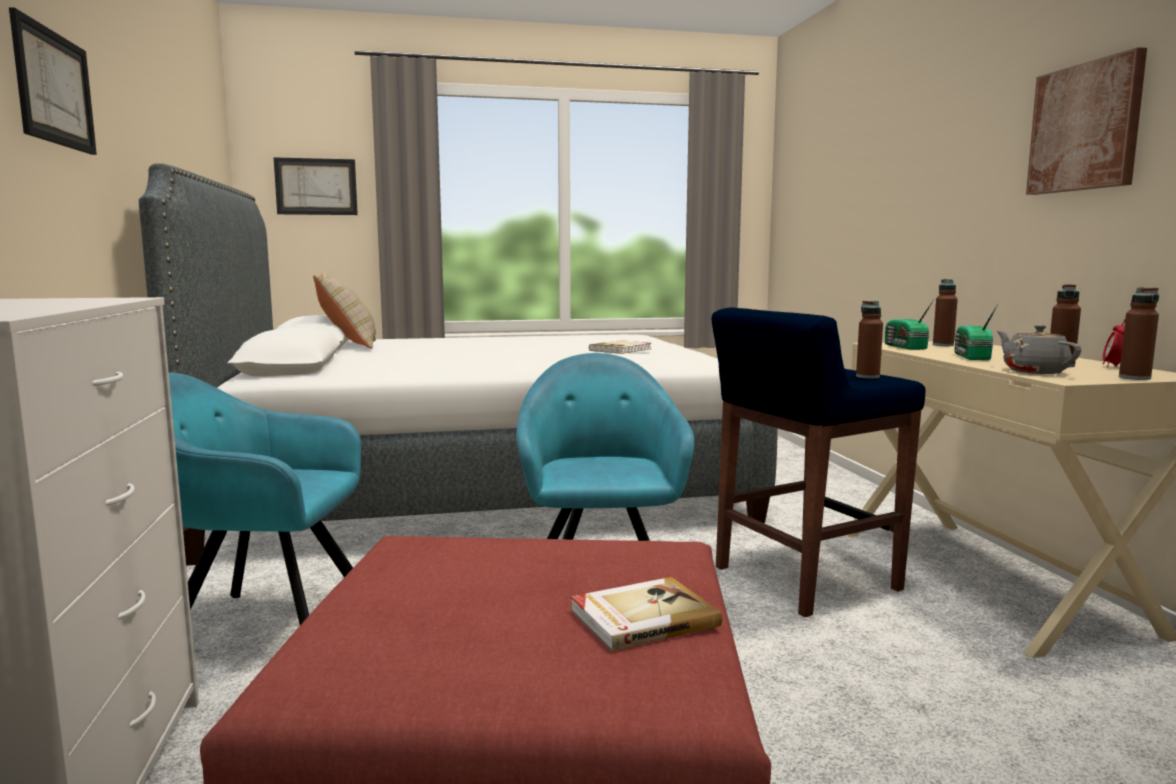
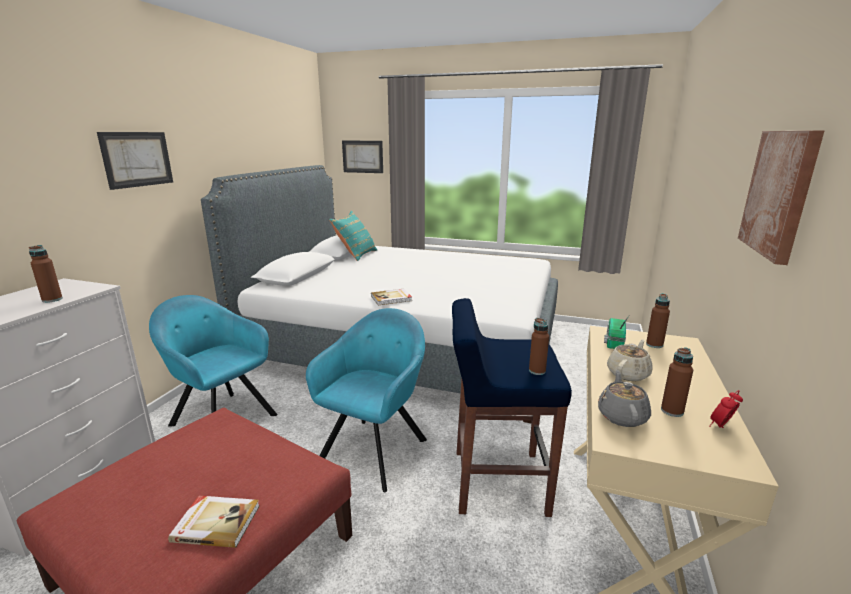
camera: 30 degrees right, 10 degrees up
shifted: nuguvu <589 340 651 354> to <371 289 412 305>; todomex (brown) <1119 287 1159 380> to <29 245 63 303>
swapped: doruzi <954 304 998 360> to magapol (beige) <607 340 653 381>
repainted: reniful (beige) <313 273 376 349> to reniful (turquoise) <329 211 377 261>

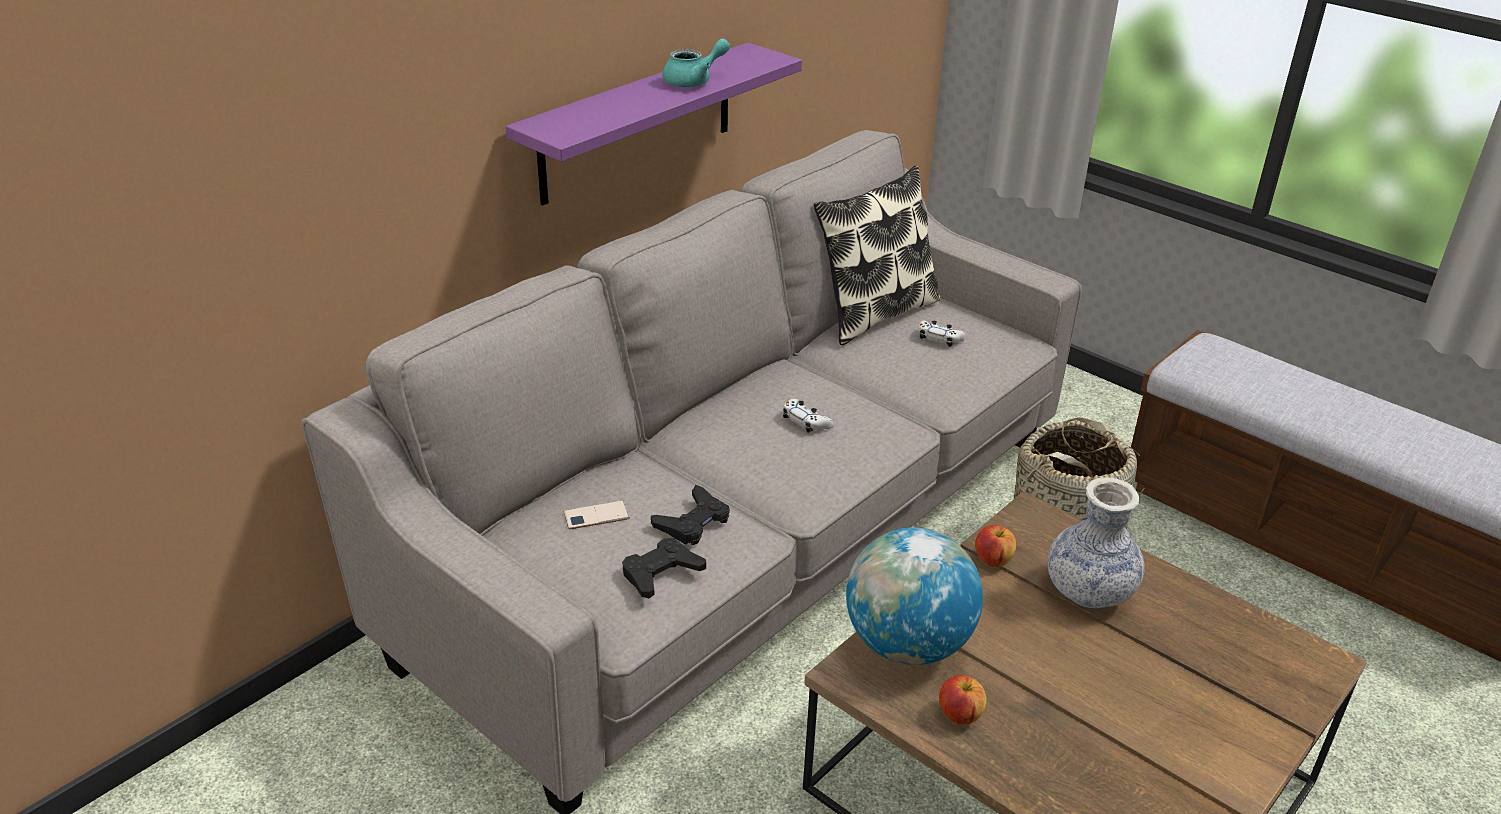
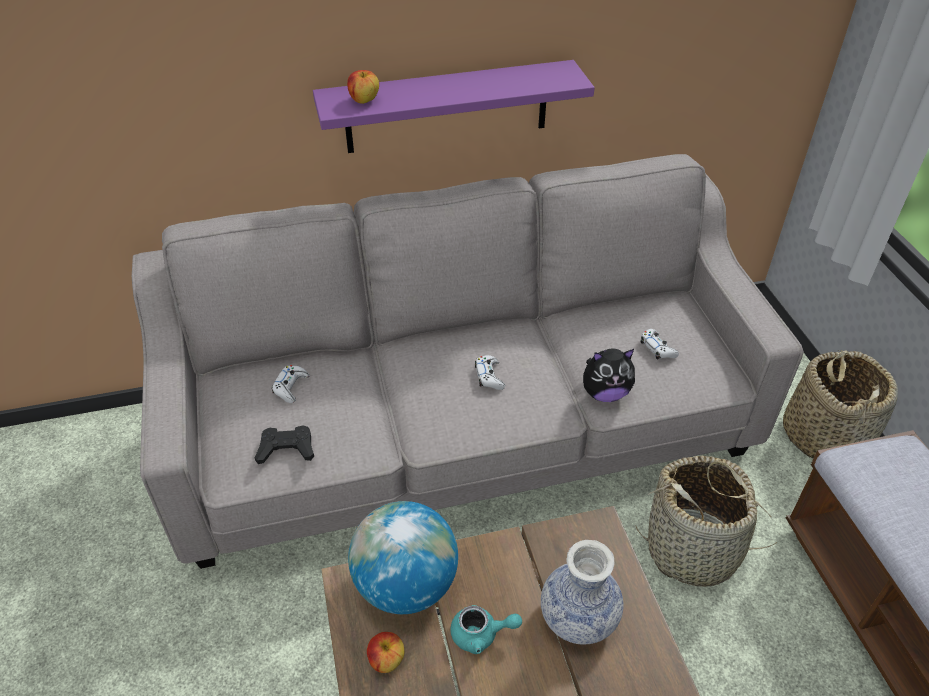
camera: 35 degrees right, 10 degrees up
gone: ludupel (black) <651 485 730 545>; reniful <813 166 941 345>
new: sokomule <583 349 635 402>; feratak <783 350 898 459>
shifted: magapol (turquoise) <662 38 730 87> to <451 605 522 654>; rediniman <975 525 1016 567> to <347 70 379 104>
swapped: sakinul <564 501 630 529> to ludupel (white) <272 365 309 403>

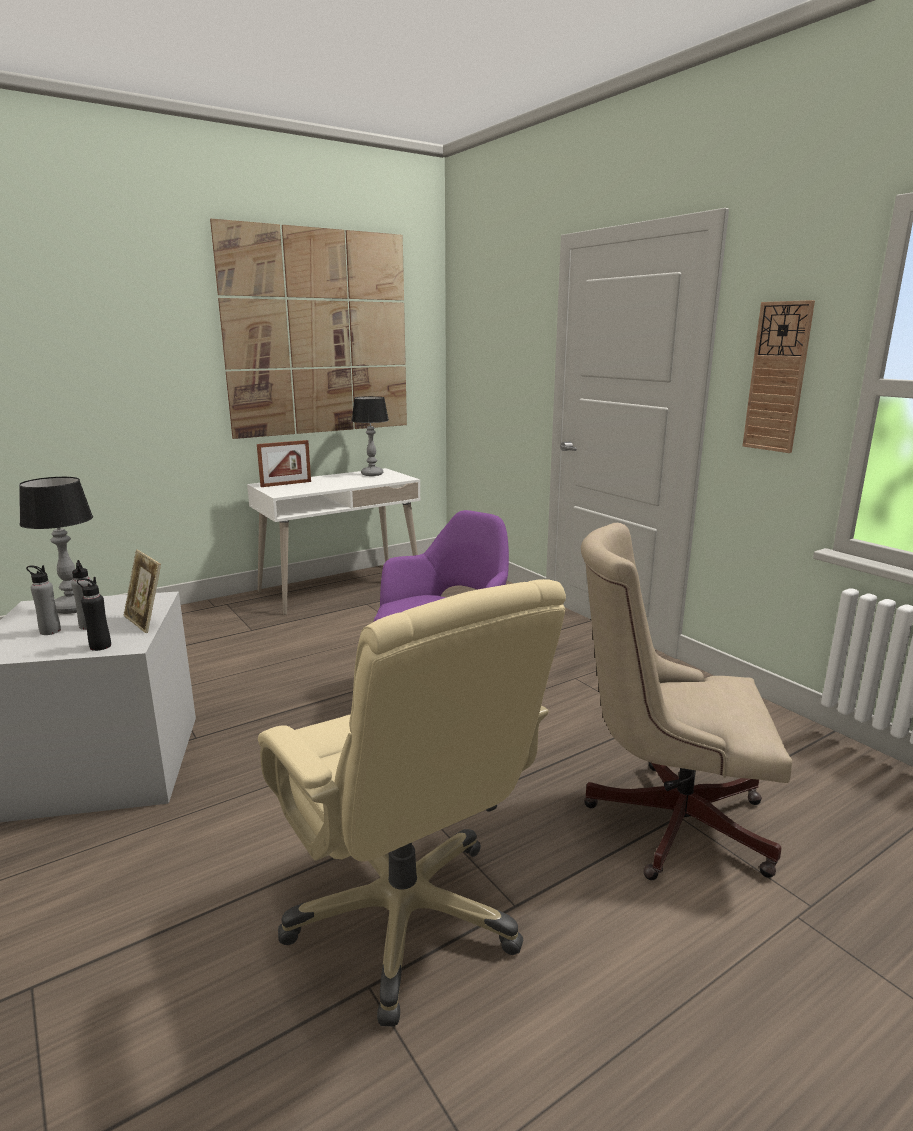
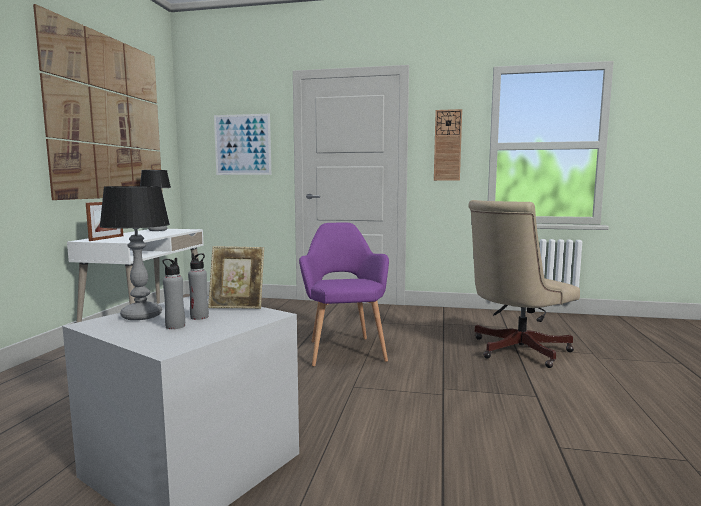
camera: 45 degrees left, 10 degrees down
gone: todomex (black) <77 577 111 651>; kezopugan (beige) <258 579 566 1027>
new: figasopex <214 114 271 175>

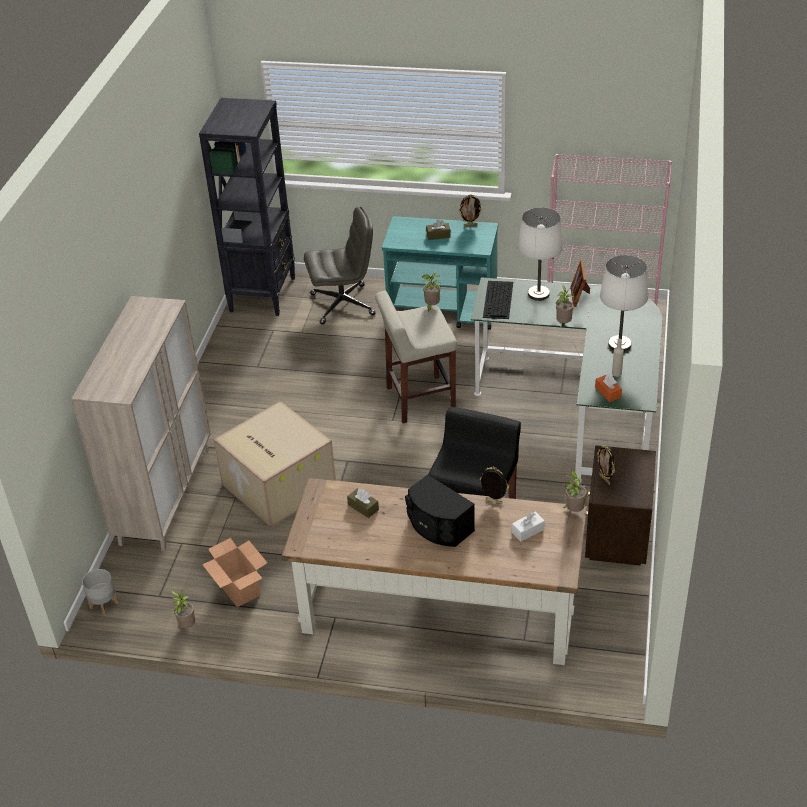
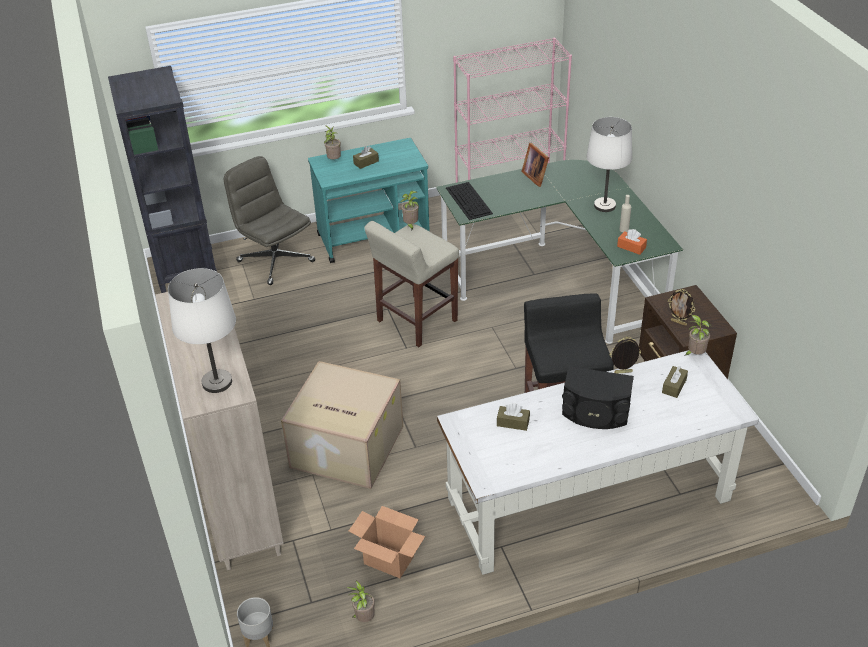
camera: 30 degrees left, 0 degrees up
gone: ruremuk <459 194 482 227>
shifted: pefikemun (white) <518 207 563 301> to <168 268 236 393>; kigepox <556 285 574 323> to <324 125 341 159>
repainted: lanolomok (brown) <282 478 587 665> to lanolomok (white) <437 350 759 575>; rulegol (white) <512 512 545 542> to rulegol (brown) <662 366 688 398>
rotated: kezopugan (grey) <304 207 375 325> = <224 156 315 285> 90 degrees counterclockwise

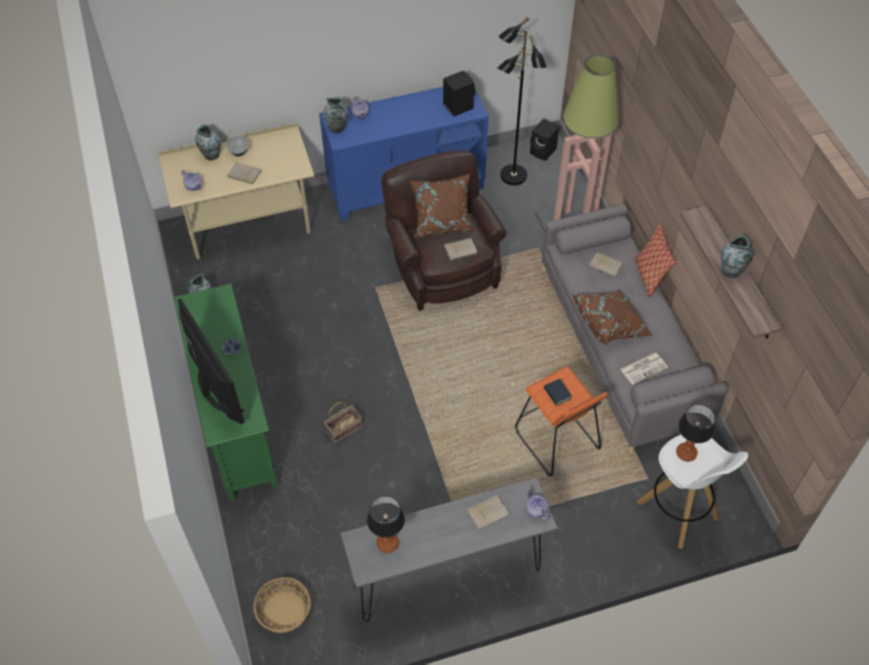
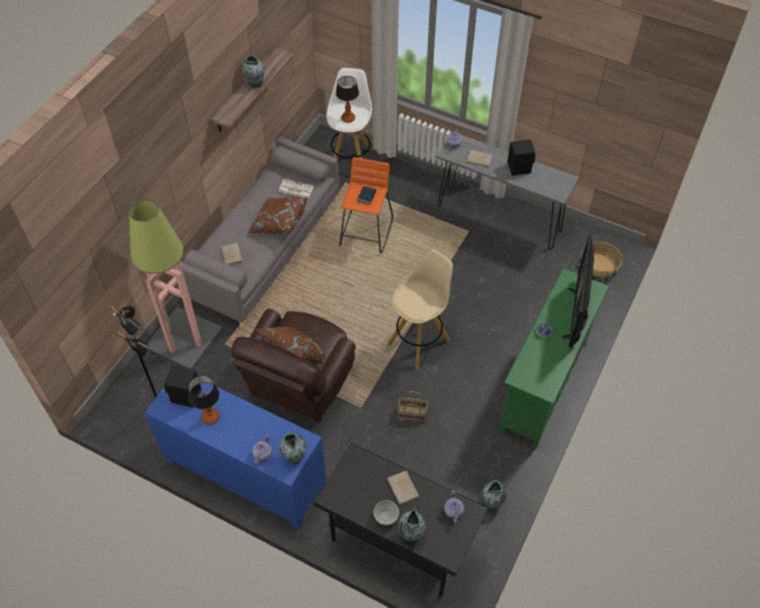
camera: 135 degrees left, 0 degrees up
gone: nuguvu (beige) <444 238 478 261>; reniful <635 224 676 297>
new: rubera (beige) <387 250 453 369>
shifted: feratak <324 402 362 443> to <397 391 428 422>; pefikemun <367 496 405 553> to <188 375 220 425>; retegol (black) <530 119 559 161> to <507 139 535 176>
repainted: lanolomok (beige) <158 123 314 261> to lanolomok (black) <313 442 488 597>

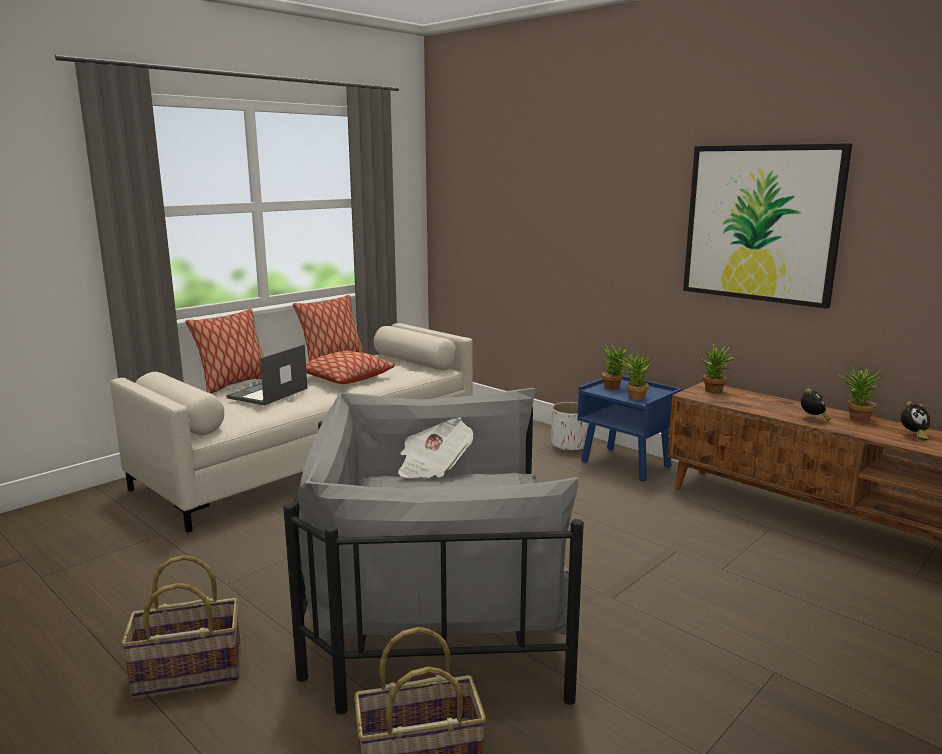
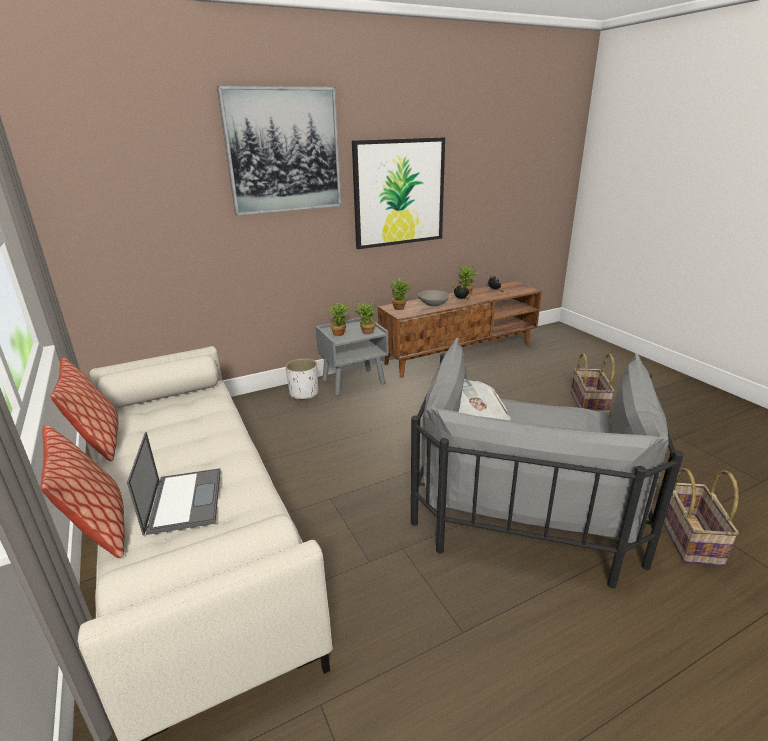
camera: 70 degrees left, 10 degrees up
gone: reniful <306 351 395 384>
new: figasopex <217 86 341 216>; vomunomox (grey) <418 290 449 306>
shifted: feratak <121 555 241 696> to <571 353 615 415>
repainted: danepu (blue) <577 376 683 481> to danepu (grey) <315 318 389 396>
rotated: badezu <226 344 308 406> = <127 432 221 535> 150 degrees counterclockwise

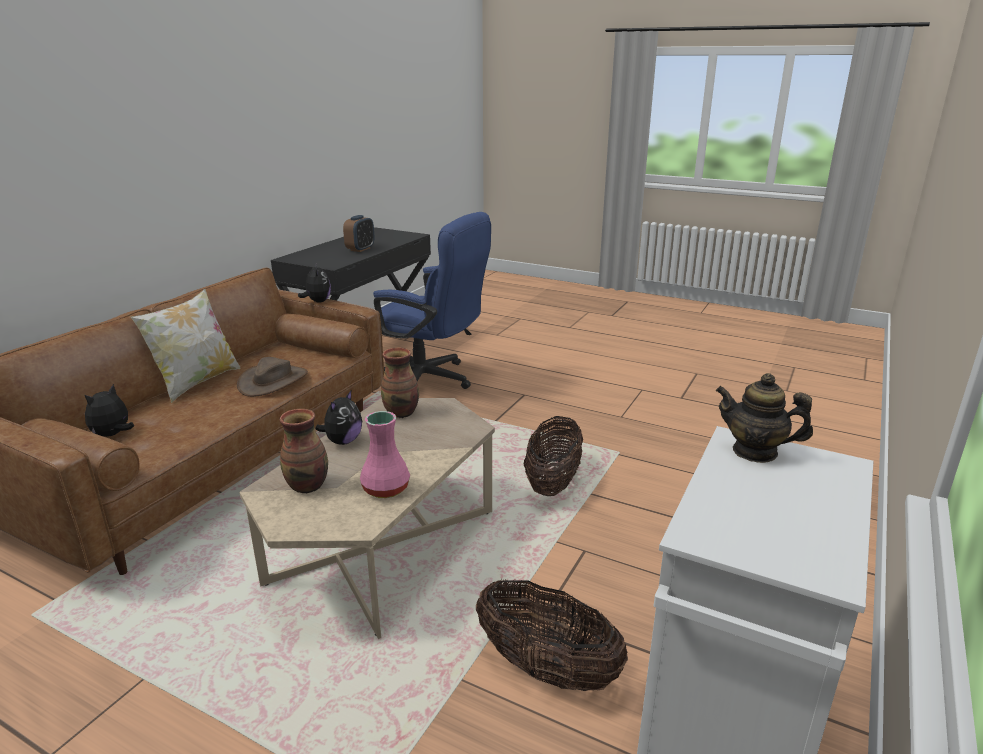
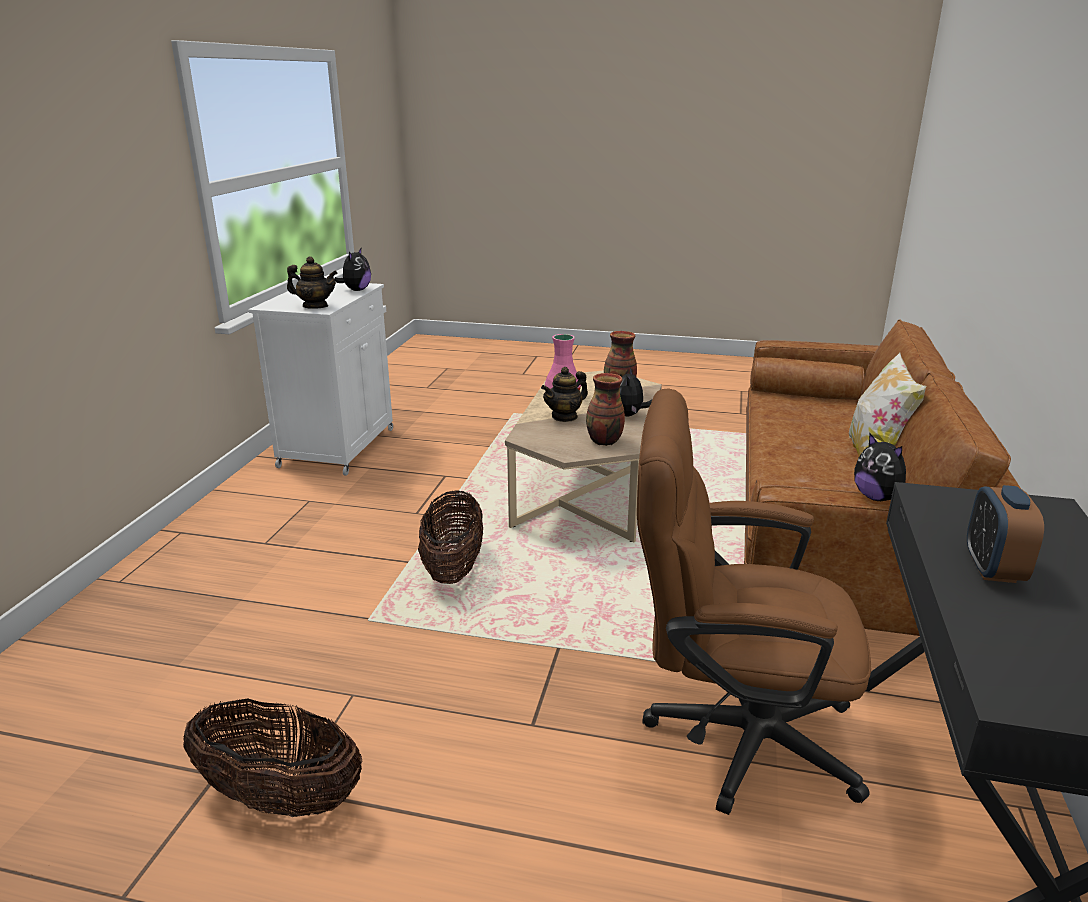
camera: 165 degrees right, 0 degrees up
gone: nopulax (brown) <237 357 308 397>
new: magapol <541 367 588 422>
shifted: sokomule <85 384 134 437> to <334 248 371 291>; feratak <476 579 628 691> to <183 698 362 817>
repainted: kezopugan (blue) <373 212 491 389> to kezopugan (brown) <637 388 871 815>

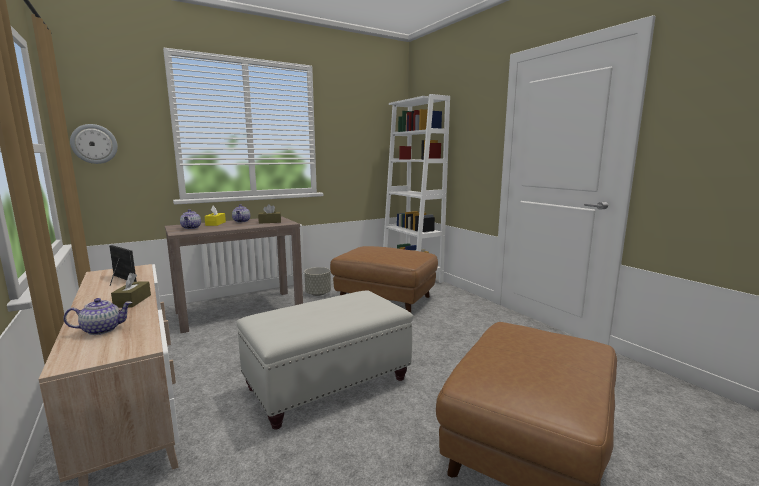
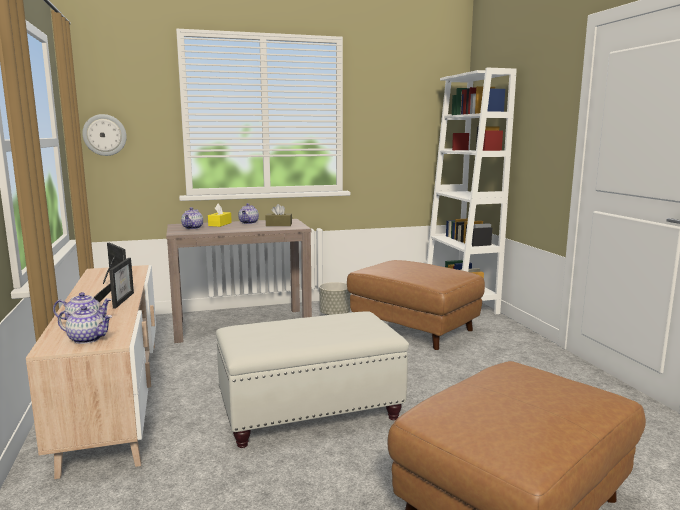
camera: 15 degrees right, 0 degrees up
new: magapol <58 306 112 344>
swapped: rulegol (brown) <111 273 151 308> to ruremuk <94 258 134 308>

